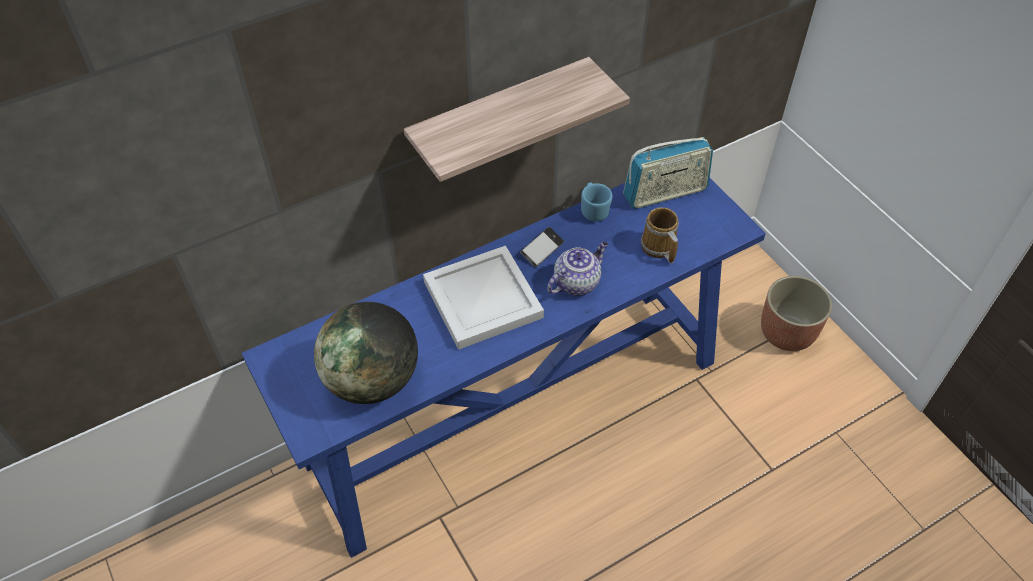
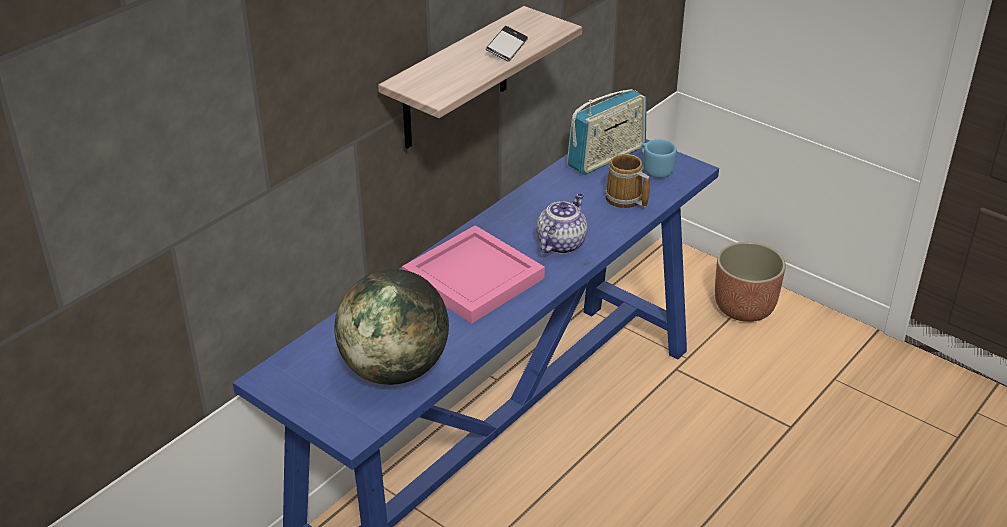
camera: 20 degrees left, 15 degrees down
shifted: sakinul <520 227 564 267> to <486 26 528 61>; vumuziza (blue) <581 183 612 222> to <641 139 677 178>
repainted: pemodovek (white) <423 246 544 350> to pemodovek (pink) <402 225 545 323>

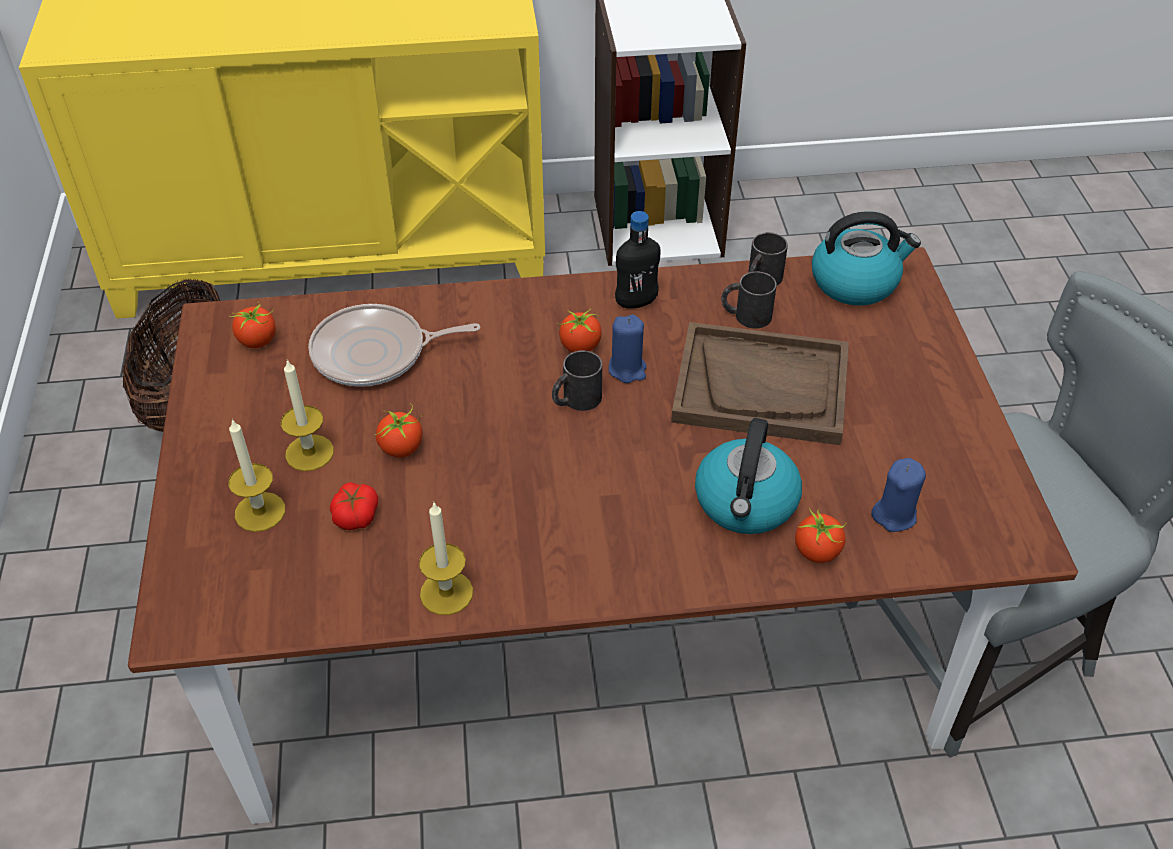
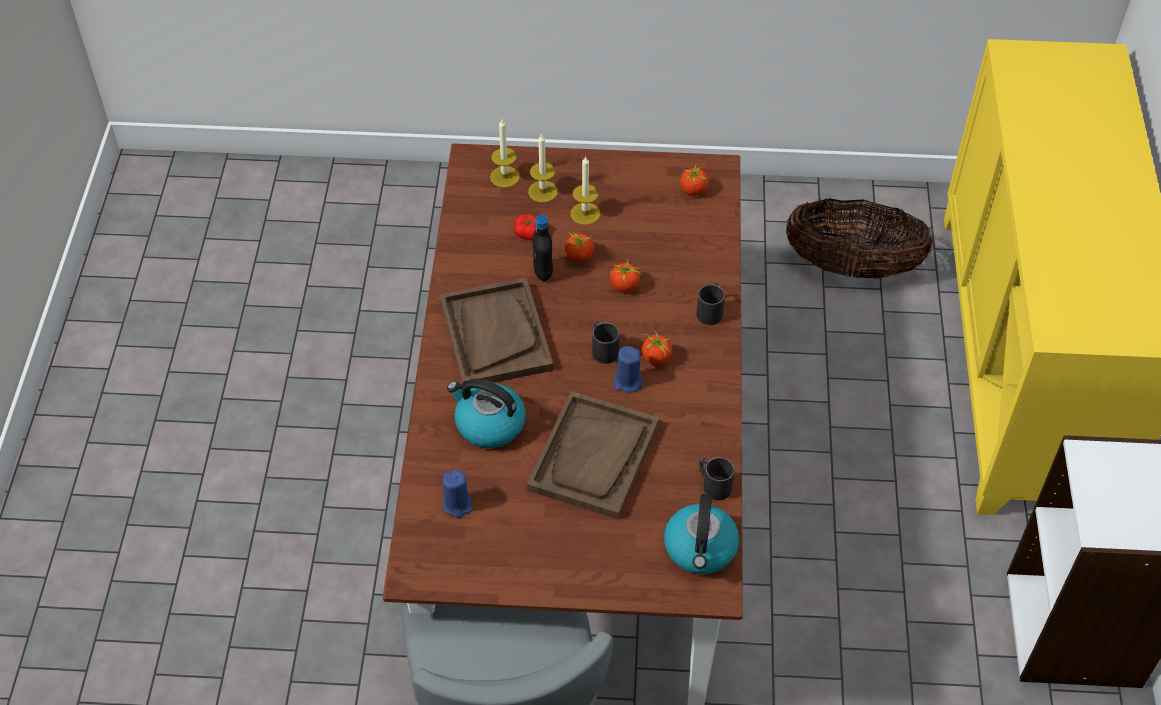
camera: 100 degrees right, 5 degrees up
gone: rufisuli <308 304 481 387>
new: pemodovek (brown) <440 278 553 384>
shifted: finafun <419 501 473 615> to <490 119 520 188>; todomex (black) <615 211 661 309> to <533 215 553 281>; vumuziza (black) <722 271 777 329> to <696 282 725 325>; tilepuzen <795 508 847 563> to <610 261 640 292>

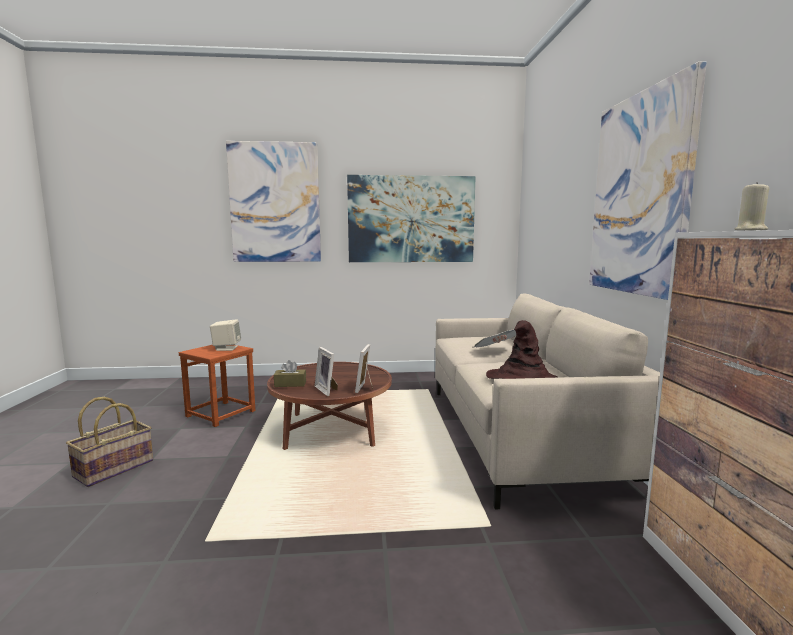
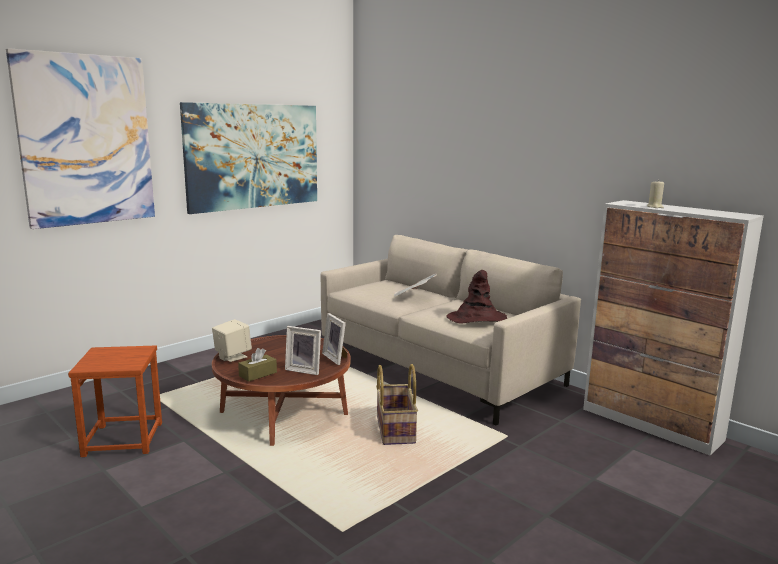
camera: 40 degrees left, 5 degrees up
gone: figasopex <589 61 707 300>
shifted: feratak <66 397 153 487> to <376 364 418 445>; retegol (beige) <210 319 241 351> to <212 319 252 362>

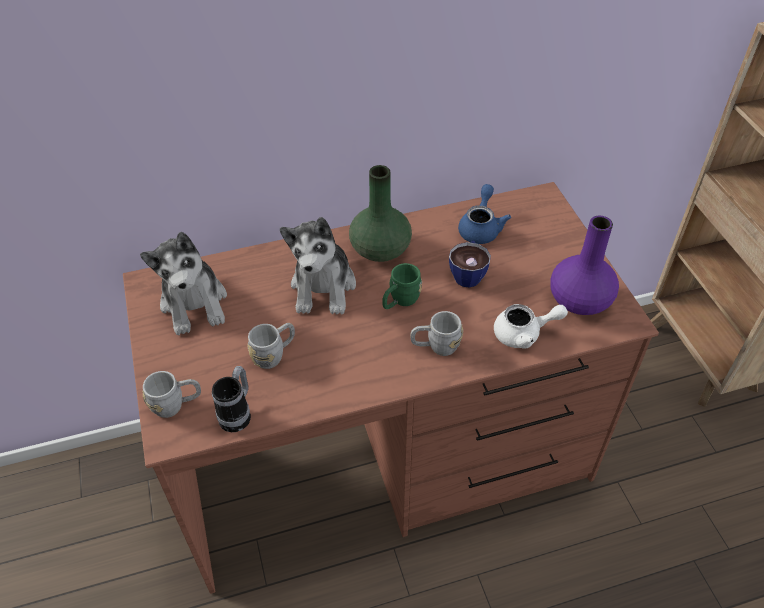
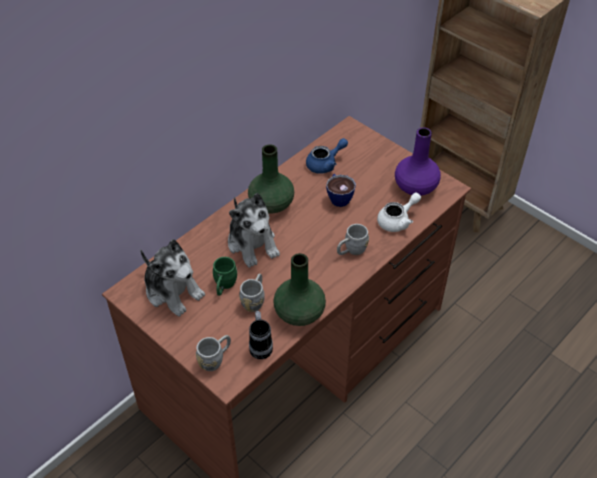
camera: 30 degrees left, 0 degrees up
new: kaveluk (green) <273 253 326 326>
shifted: vumuziza (green) <382 263 422 309> to <213 257 238 296>
rotated: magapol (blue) <458 184 511 244> = <306 138 348 174> 75 degrees clockwise

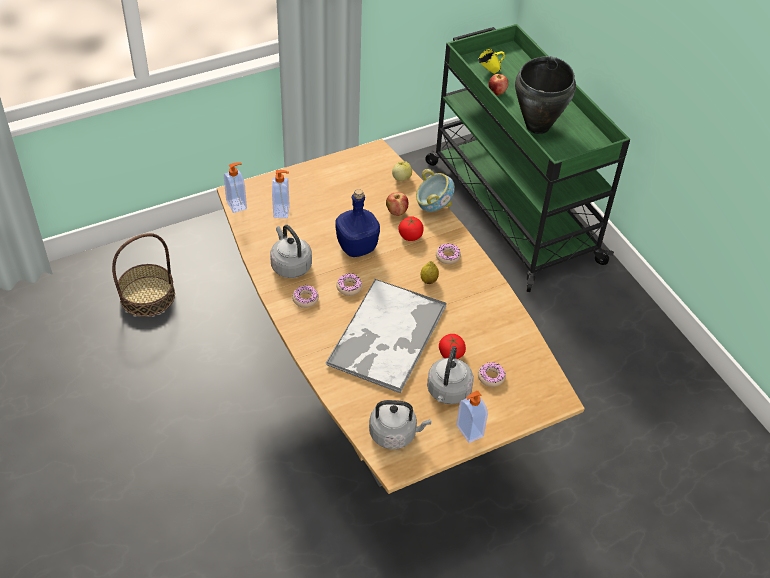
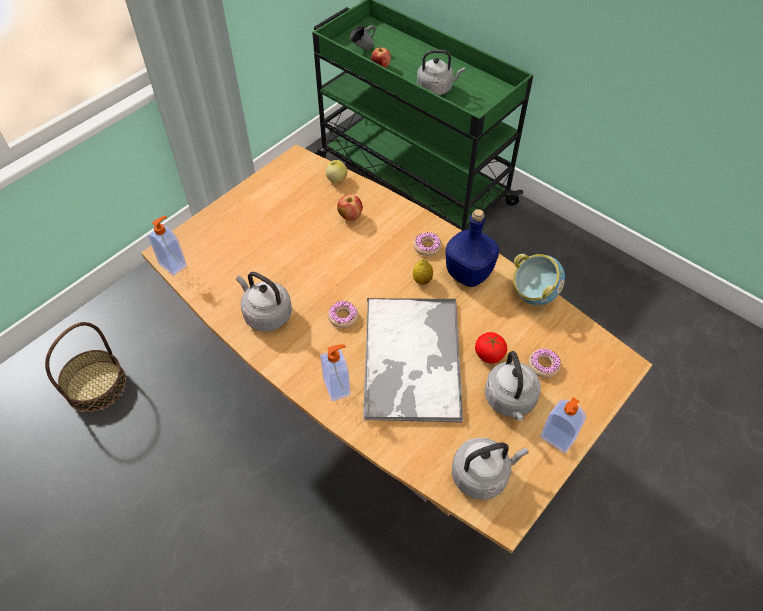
camera: 20 degrees left, 5 degrees up
gone: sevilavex <292 285 319 308>; tilepuzen <398 216 424 241>
shifted: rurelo <272 170 289 218> to <320 345 350 402>; todomex (blue) <335 189 380 257> to <446 209 499 287>; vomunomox <416 169 455 212> to <513 254 565 305>
swapped: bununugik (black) <515 56 576 134> to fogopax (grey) <417 50 465 95>
repainted: vumuziza (yellow) <478 49 505 74> to vumuziza (grey) <350 25 376 51>

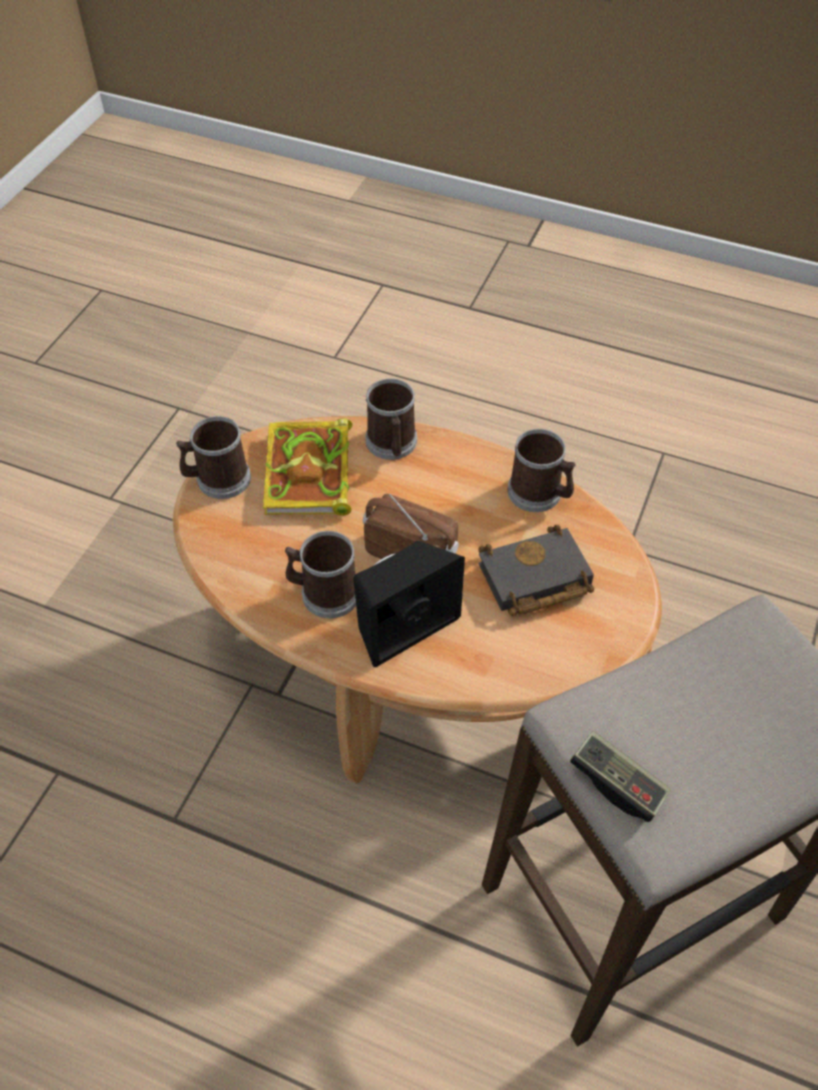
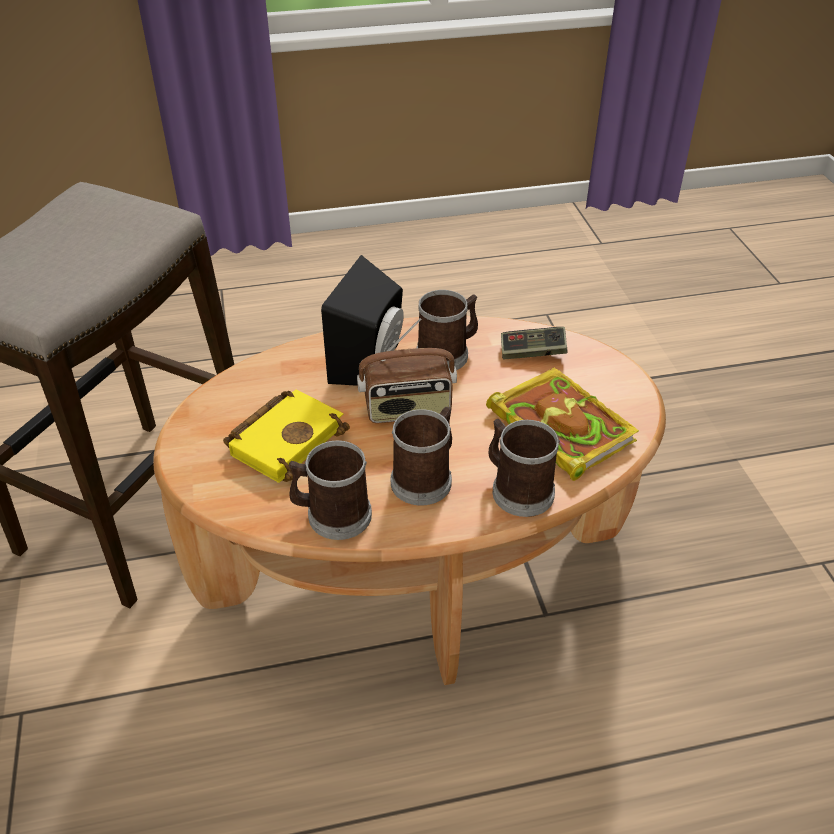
camera: 145 degrees right, 10 degrees down
shifted: vumuziza <176 416 251 499> to <391 407 452 505>; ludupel <570 731 671 822> to <501 327 568 360>
repainted: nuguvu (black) <478 524 594 616> to nuguvu (yellow) <223 390 350 483>

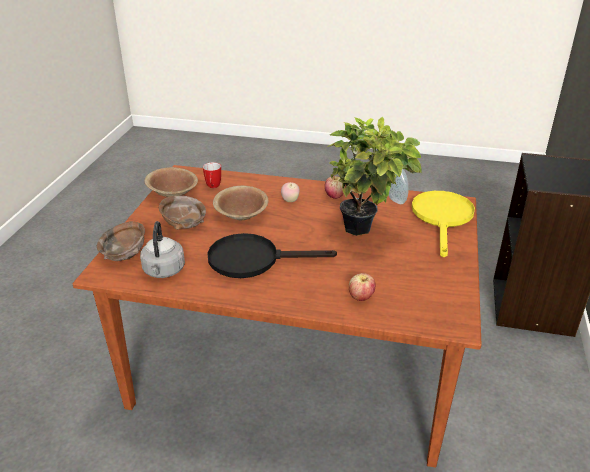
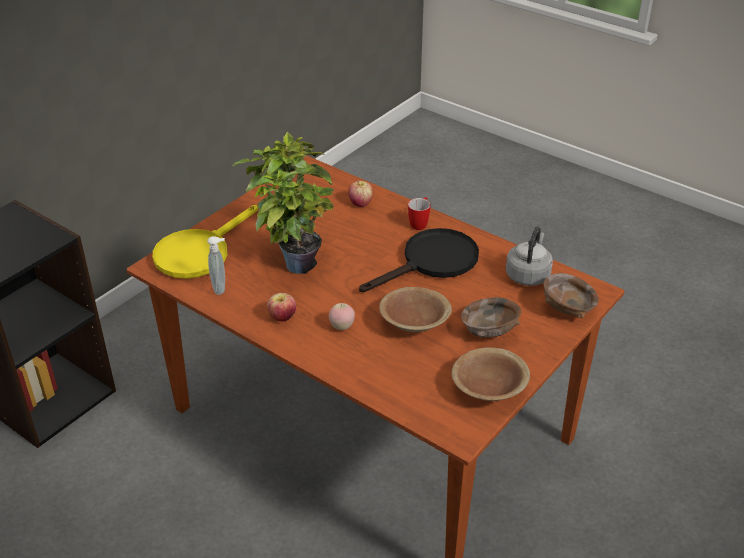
camera: 155 degrees left, 5 degrees up
shifted: vumuziza <203 162 221 188> to <408 197 431 230>
rotated: rufisuli (black) <207 233 337 278> = <359 228 479 292> 60 degrees counterclockwise

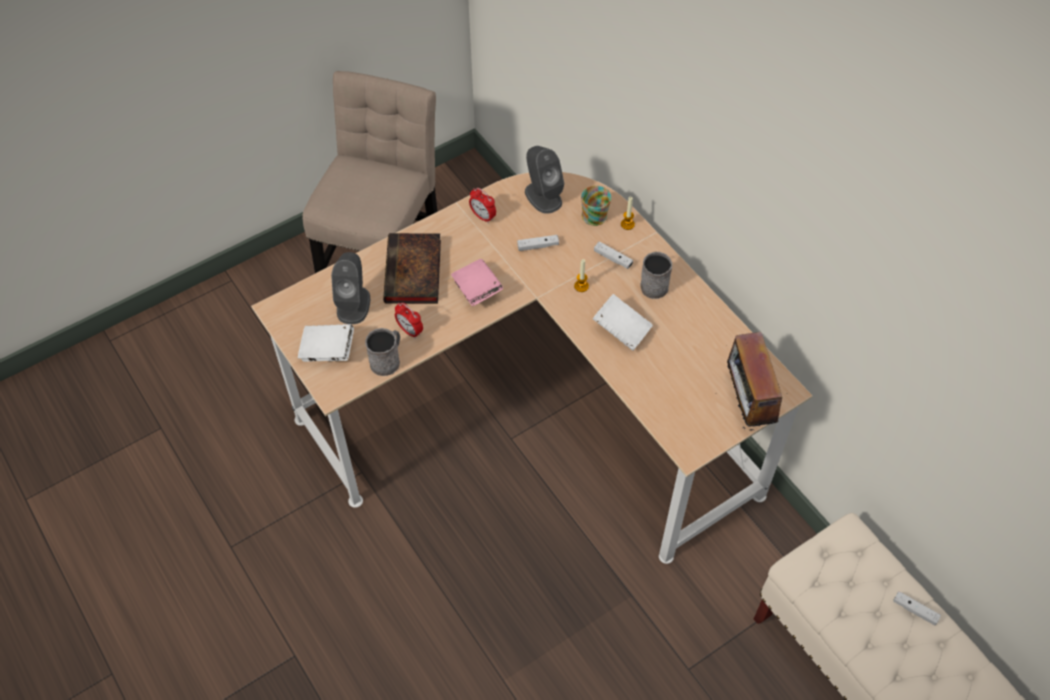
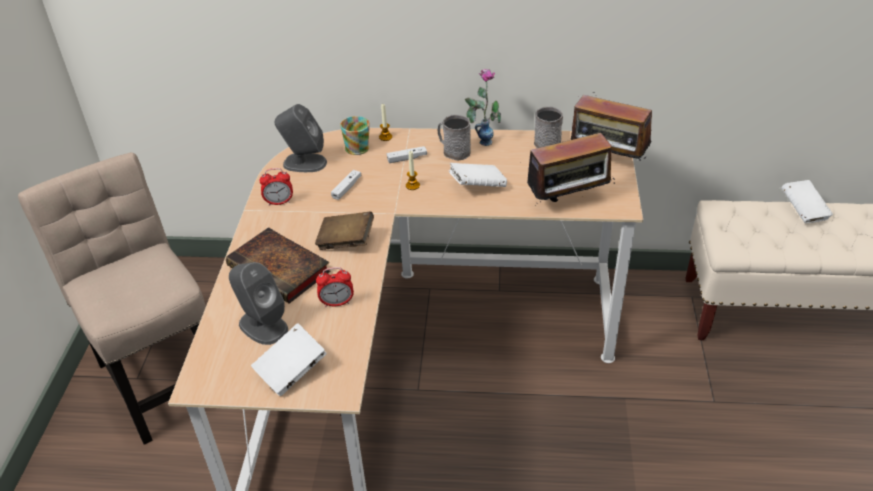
camera: 50 degrees left, 15 degrees down
new: kaveluk <465 69 501 146>; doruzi <527 133 615 203>
shifted: vumuziza (grey) <365 328 400 376> to <534 106 564 148>
swapped: ludupel (white) <893 591 941 625> to nuguvu (white) <781 180 833 223>
repainted: nuguvu (pink) <451 259 503 306> to nuguvu (brown) <315 211 374 250>

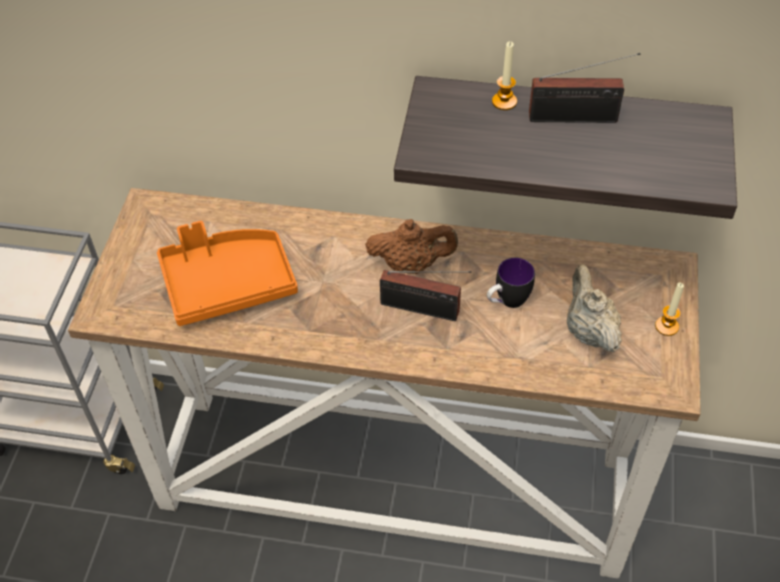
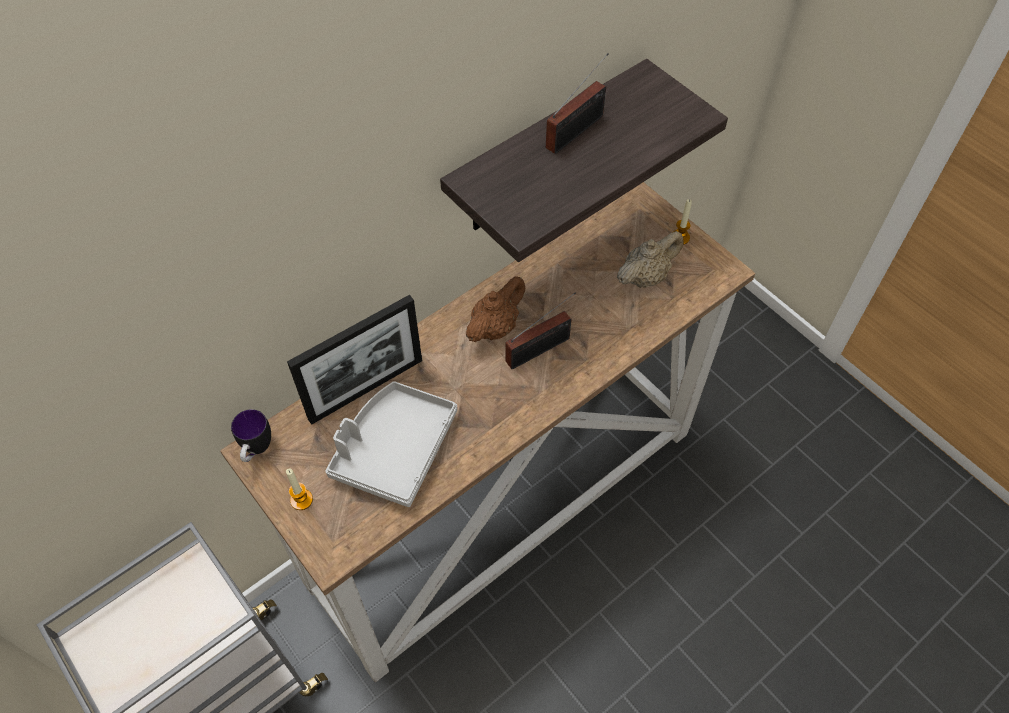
camera: 50 degrees left, 5 degrees up
new: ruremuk <287 295 422 425>
shifted: vumuziza <487 258 535 308> to <231 409 271 462>; finafun <492 41 517 110> to <286 468 313 510>
repainted: pemodovek (orange) <157 221 298 326> to pemodovek (grey) <326 381 457 507>
rotated: magapol (beige) <567 264 622 352> = <617 231 683 288> 120 degrees clockwise

